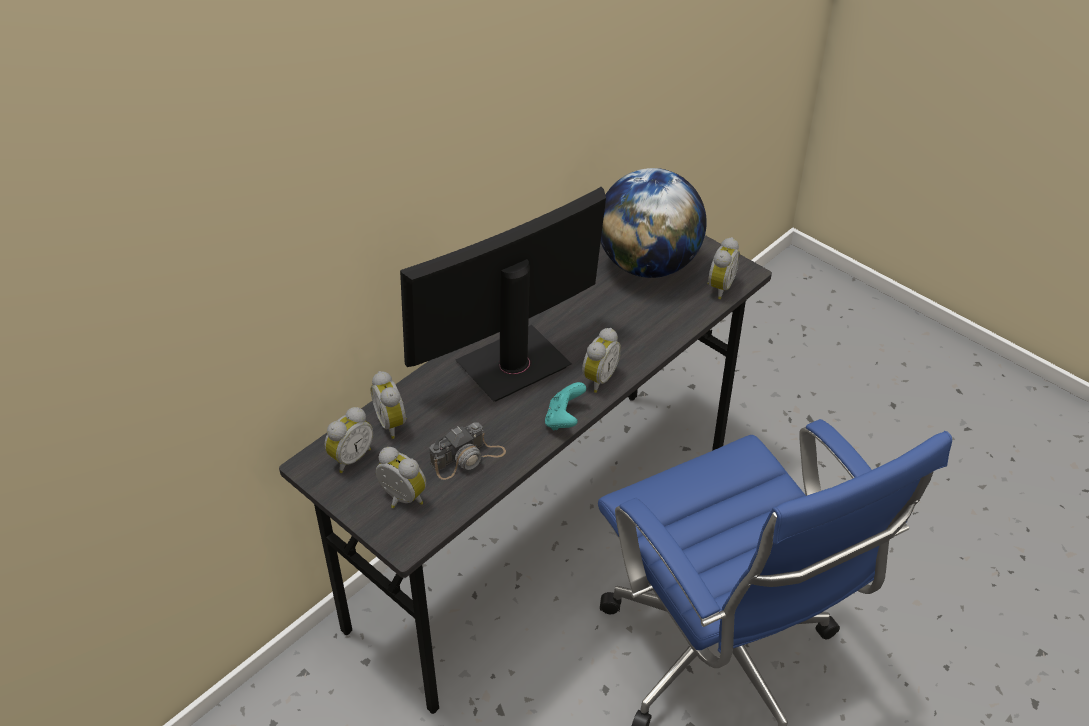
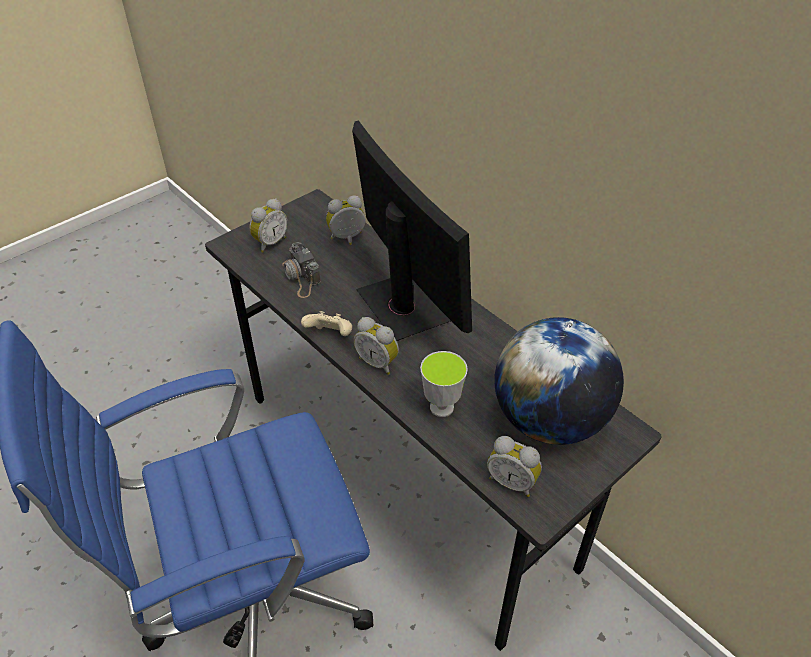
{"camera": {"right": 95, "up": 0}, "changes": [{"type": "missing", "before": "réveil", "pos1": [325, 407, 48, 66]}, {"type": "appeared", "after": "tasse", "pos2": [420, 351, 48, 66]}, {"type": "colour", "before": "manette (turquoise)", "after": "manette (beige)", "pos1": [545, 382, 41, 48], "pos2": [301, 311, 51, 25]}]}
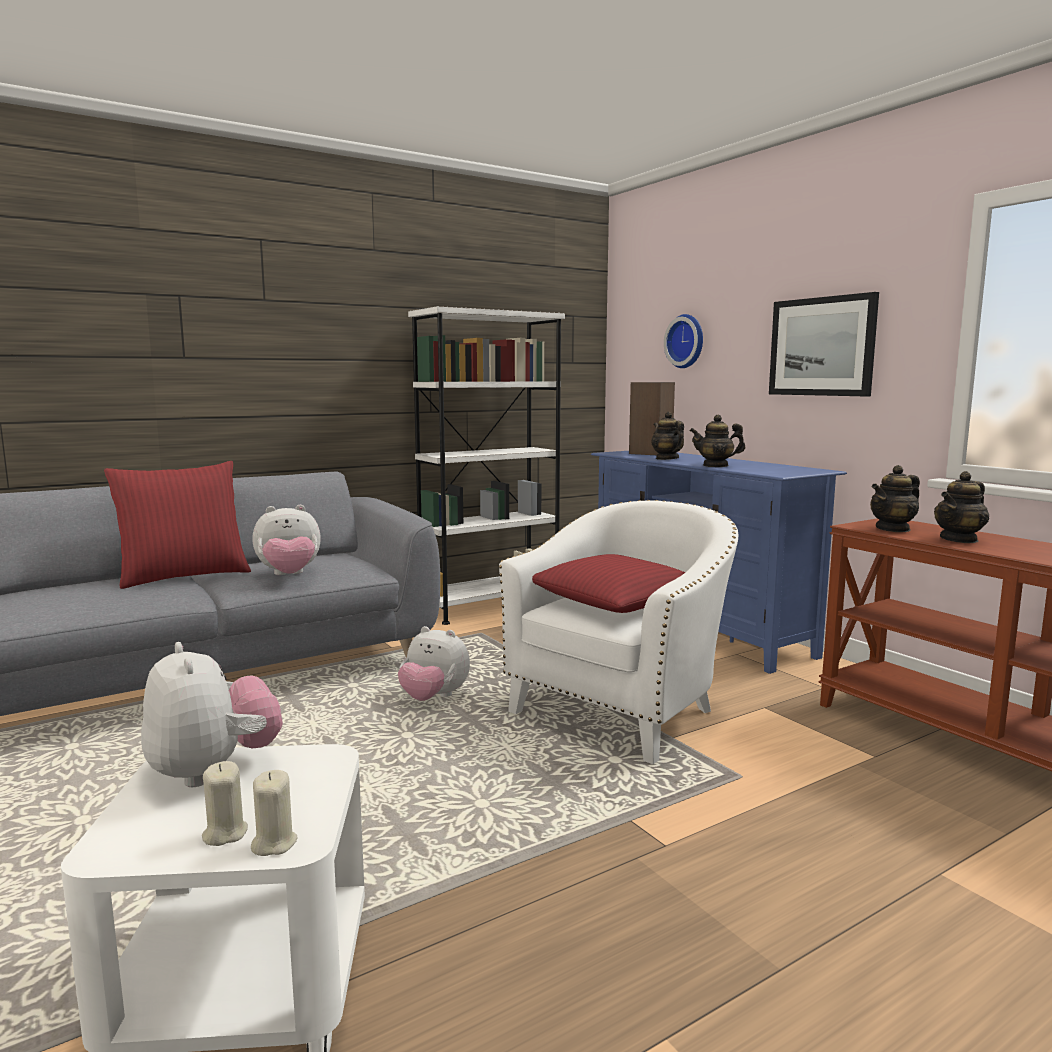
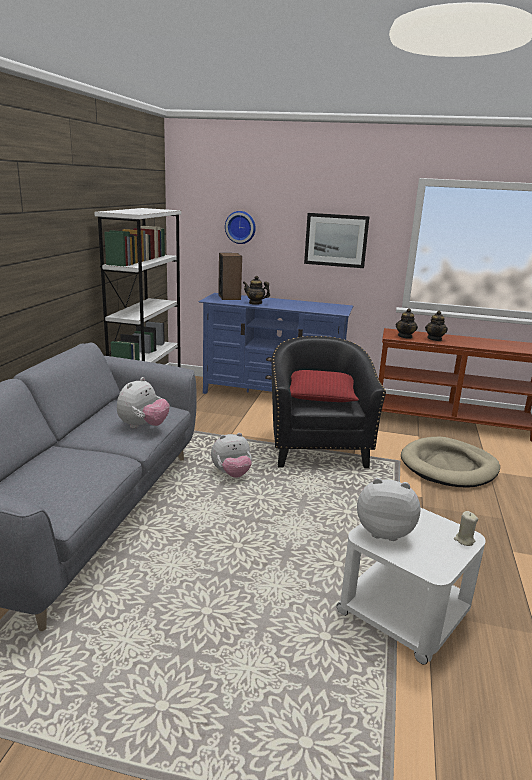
{"camera": {"right": -45, "up": 10}, "changes": [{"type": "missing", "before": "coussin (rouge)", "pos1": [104, 461, 147, 128]}, {"type": "missing", "before": "bougie (beige)", "pos1": [202, 761, 46, 85]}, {"type": "missing", "before": "théière", "pos1": [690, 415, 55, 52]}, {"type": "appeared", "after": "panier pour chien (beige)", "pos2": [401, 437, 99, 51]}, {"type": "colour", "before": "fauteuil (blanc)", "after": "fauteuil (noir)", "pos1": [499, 500, 239, 264], "pos2": [271, 336, 115, 132]}]}
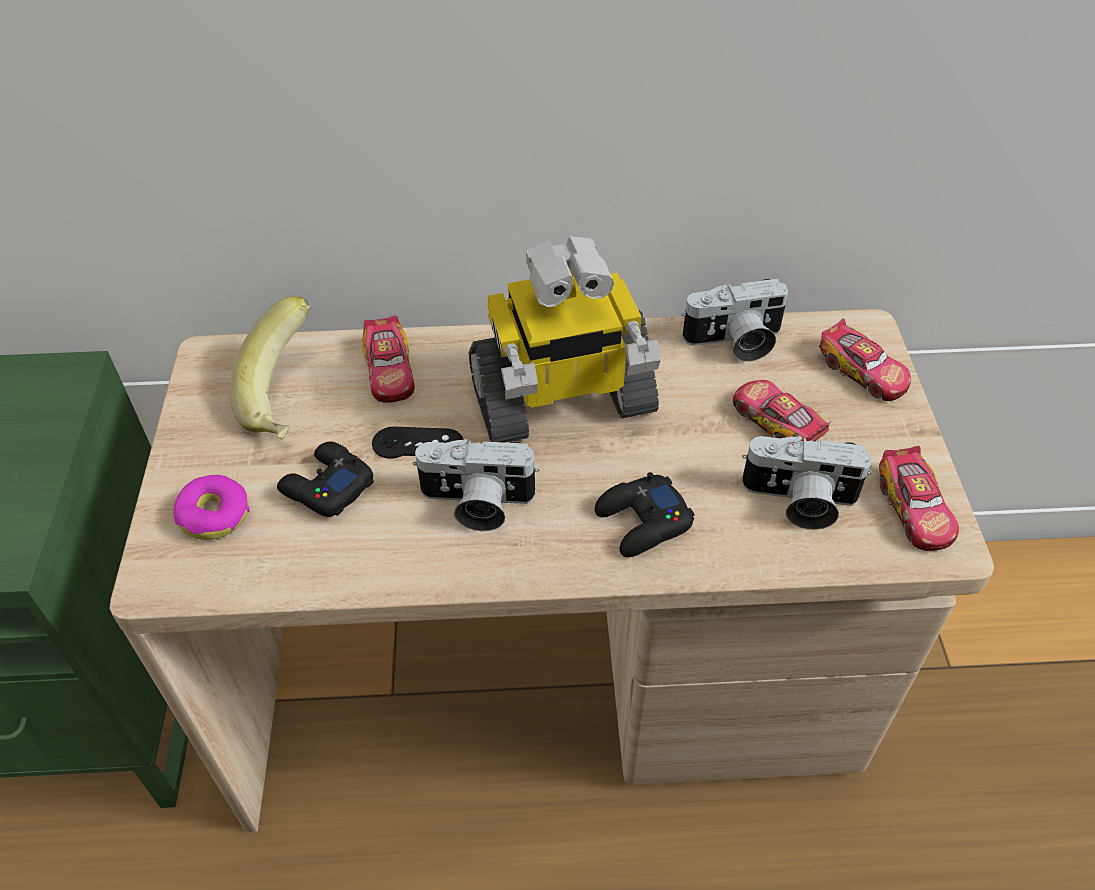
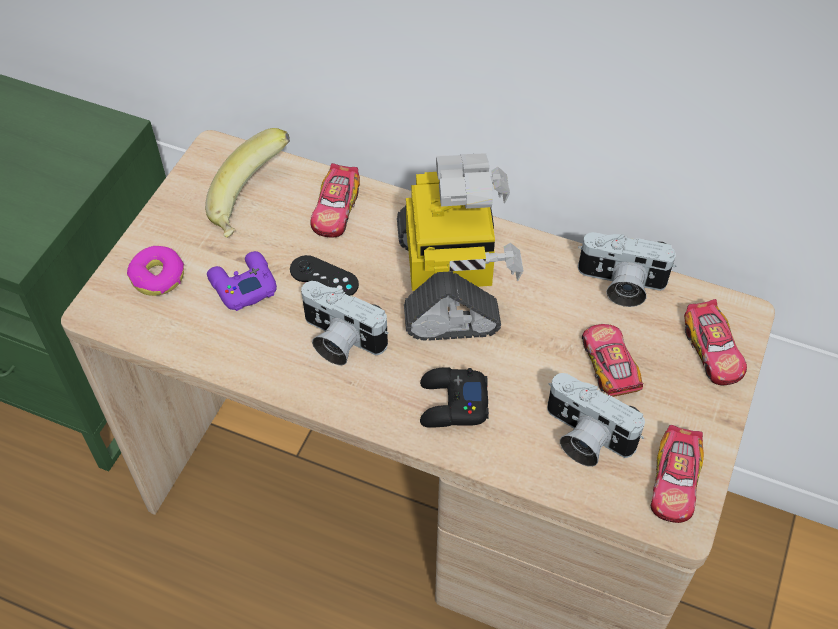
{"camera": {"right": 25, "up": 5}, "changes": [{"type": "colour", "before": "manette (noir)", "after": "manette (violet)", "pos1": [277, 441, 97, 76], "pos2": [207, 251, 70, 60]}, {"type": "spun", "before": "robot jouet", "pos1": [469, 236, 192, 207], "pos2": [397, 153, 126, 188], "turn": -105}]}
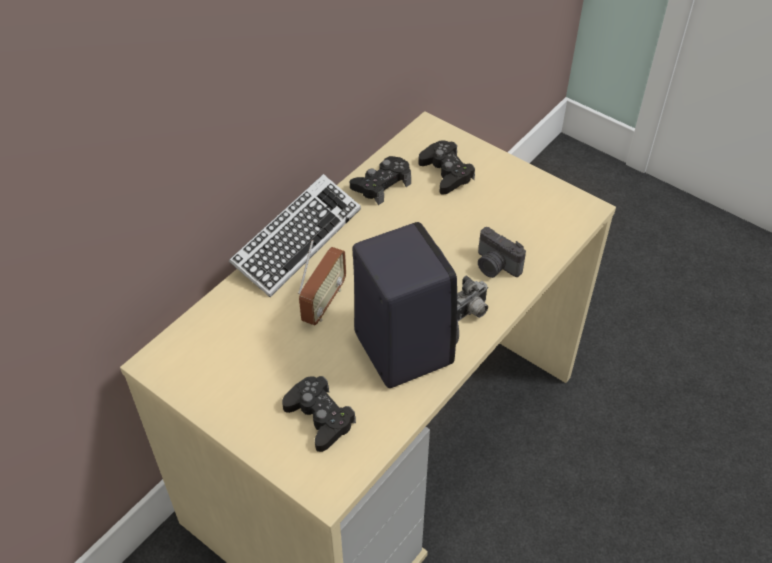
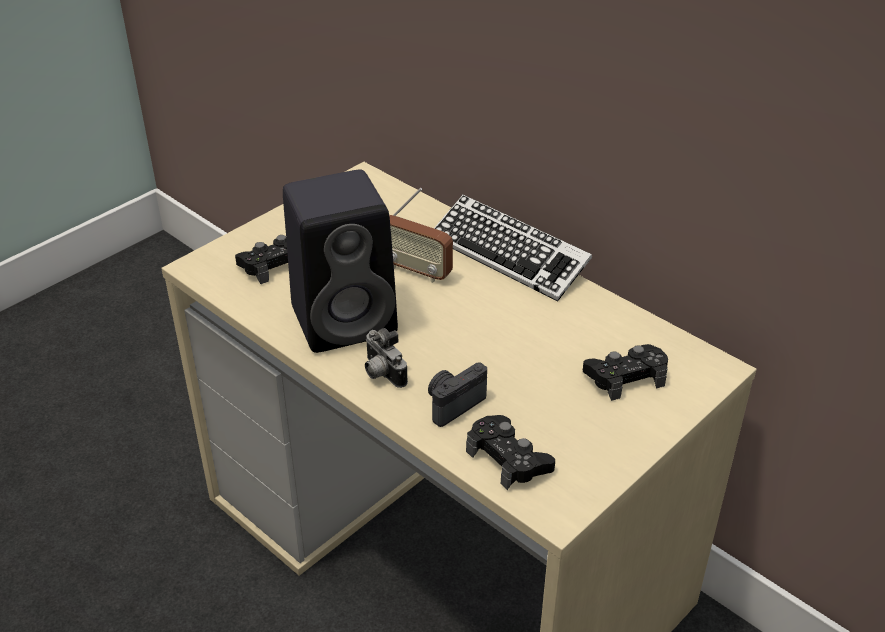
{"camera": {"right": 95, "up": -10}, "changes": [{"type": "relocated", "before": "manette (noir)", "pos1": [350, 156, 61, 49], "pos2": [466, 415, 89, 75]}]}
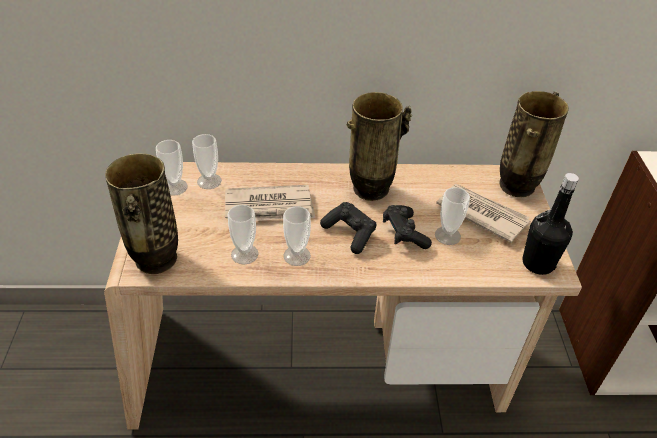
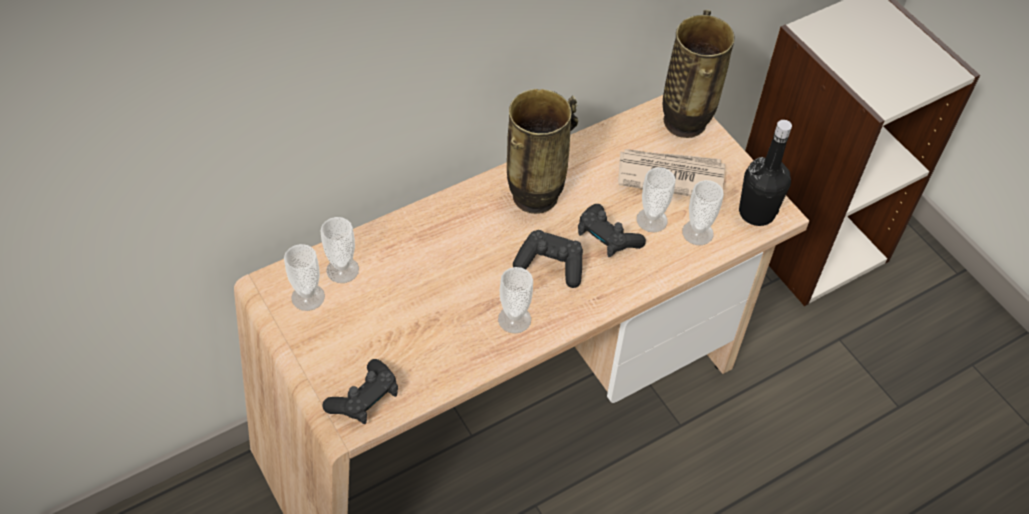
{"camera": {"right": -30, "up": 10}, "changes": [{"type": "missing", "before": "journal", "pos1": [225, 185, 90, 36]}, {"type": "relocated", "before": "tasse", "pos1": [228, 205, 30, 60], "pos2": [682, 180, 42, 65]}, {"type": "exchanged", "before": "vase", "after": "manette (noir)", "pos1": [105, 153, 73, 121], "pos2": [322, 359, 76, 65]}]}
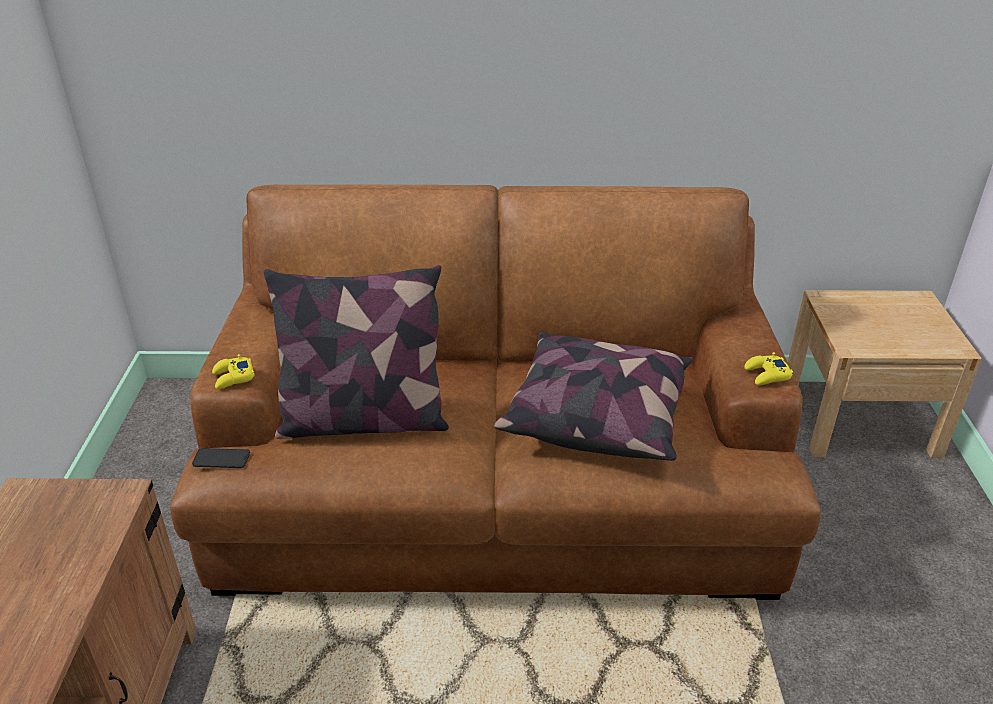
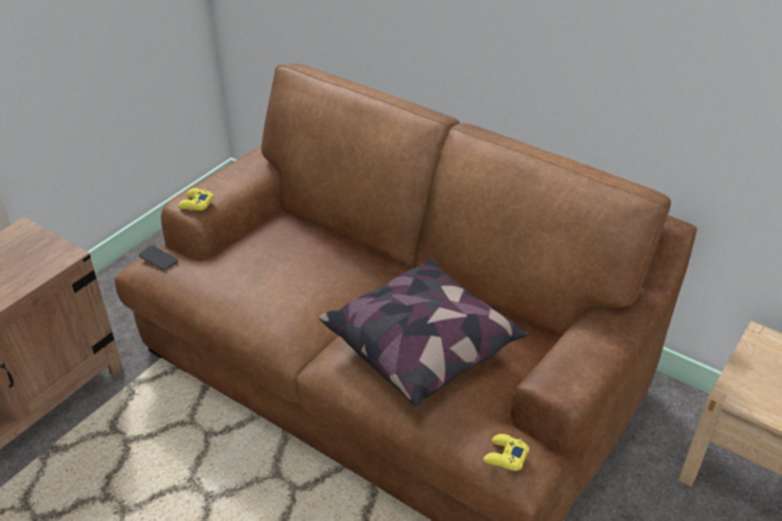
{"camera": {"right": 35, "up": 5}, "changes": [{"type": "missing", "before": "coussin", "pos1": [264, 265, 185, 174]}, {"type": "relocated", "before": "manette (jaune)", "pos1": [744, 352, 49, 33], "pos2": [483, 434, 46, 37]}]}
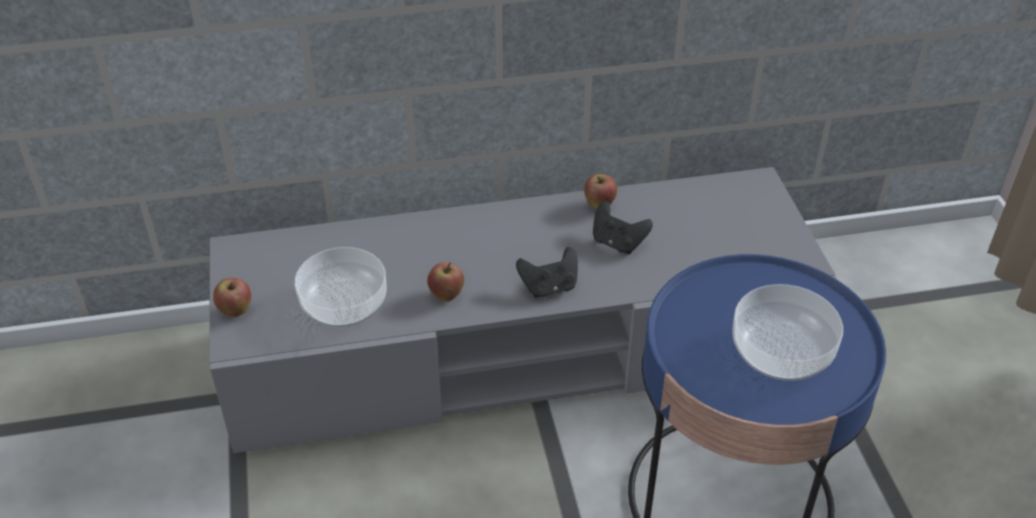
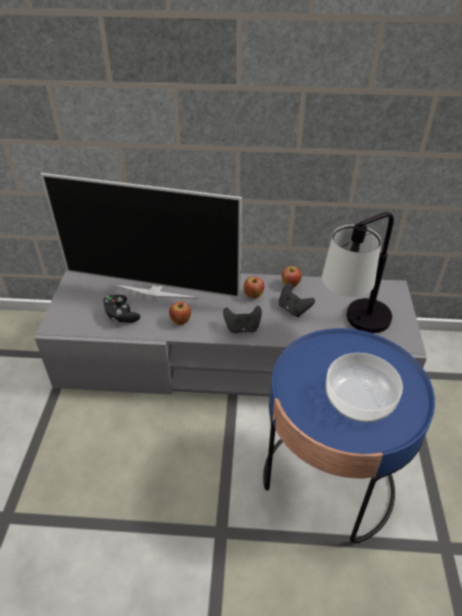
{"camera": {"right": 15, "up": 0}, "changes": [{"type": "appeared", "after": "téléviseur", "pos2": [40, 173, 202, 126]}, {"type": "appeared", "after": "lampe de table", "pos2": [322, 212, 72, 121]}, {"type": "relocated", "before": "pomme", "pos1": [213, 278, 38, 39], "pos2": [244, 276, 20, 23]}, {"type": "exchanged", "before": "bol", "after": "manette (noir)", "pos1": [295, 247, 91, 80], "pos2": [103, 295, 37, 28]}]}
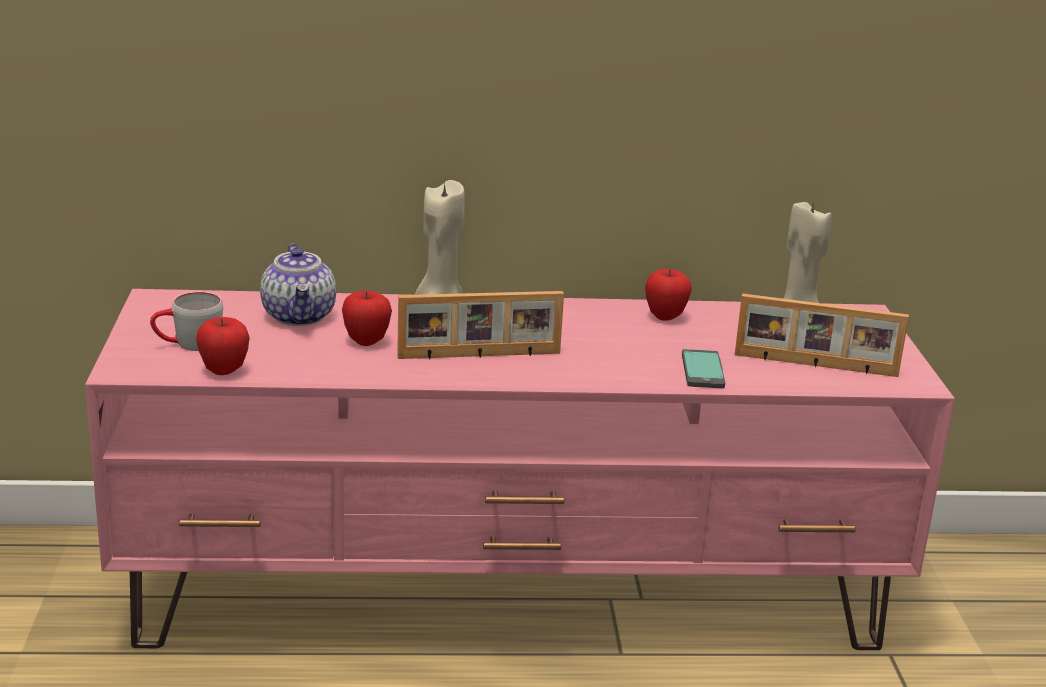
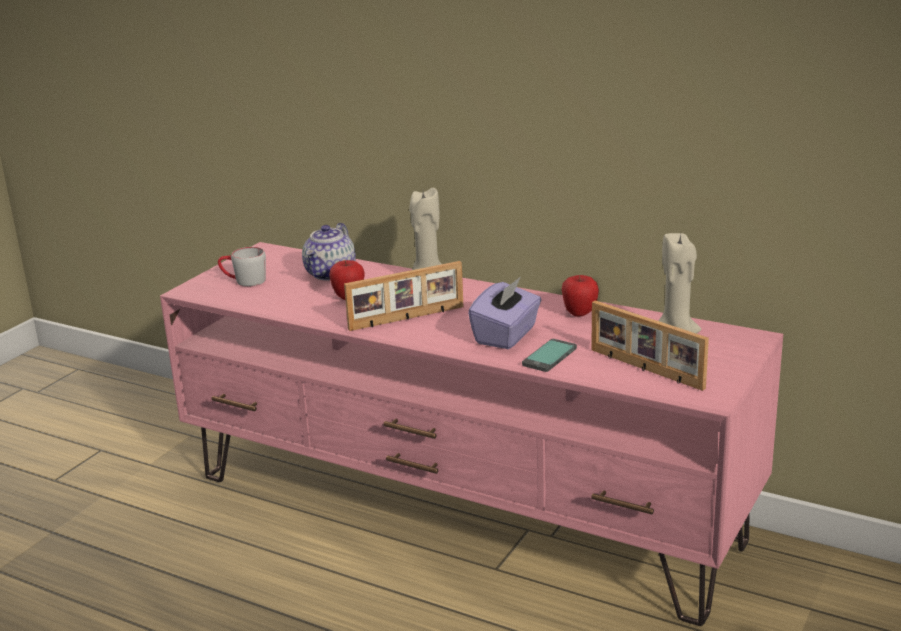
{"camera": {"right": 35, "up": 0}, "changes": [{"type": "missing", "before": "pomme", "pos1": [196, 317, 54, 58]}, {"type": "appeared", "after": "boîte à mouchoirs (violet)", "pos2": [468, 278, 74, 71]}, {"type": "spun", "before": "cadre photo", "pos1": [397, 291, 167, 68], "pos2": [344, 261, 120, 70], "turn": -45}]}
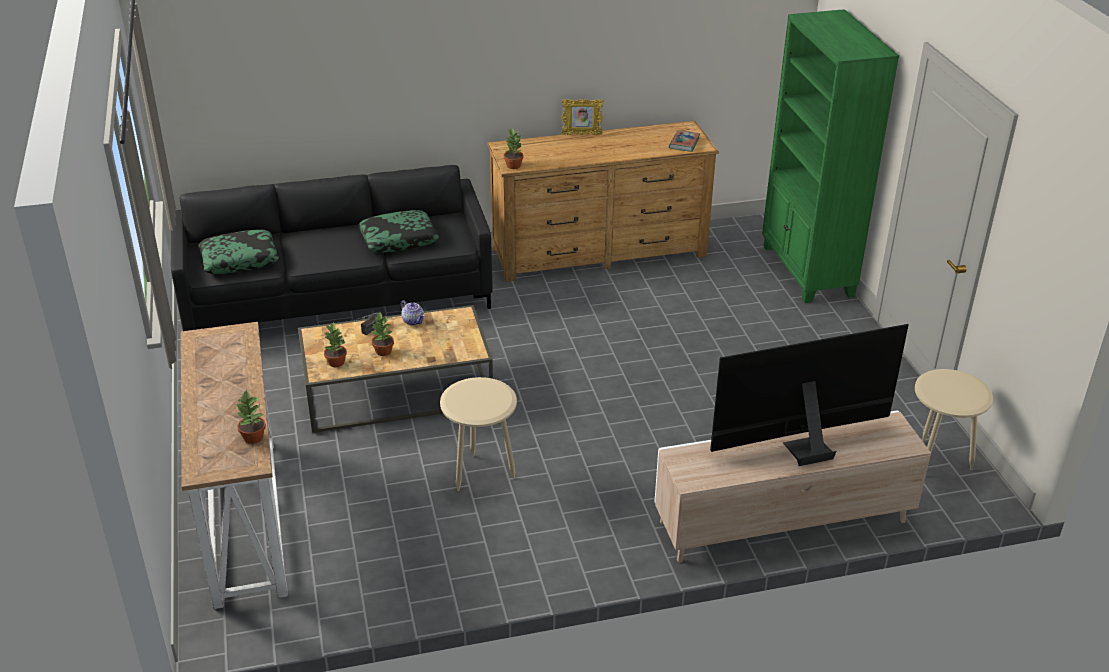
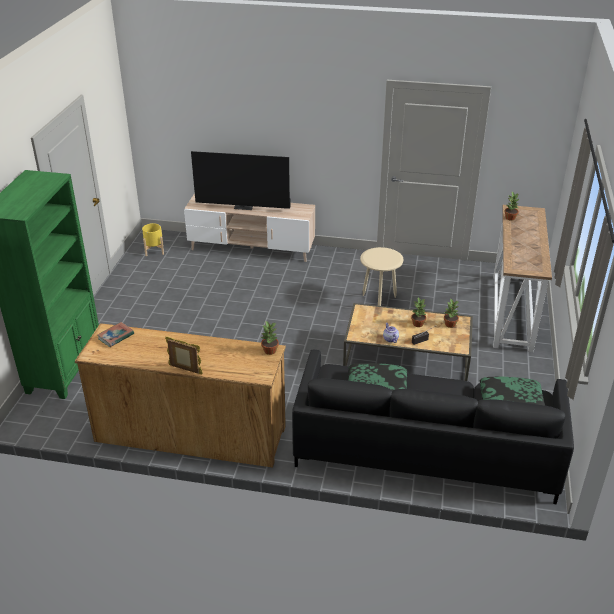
{"camera": {"right": -155, "up": 0}, "changes": [{"type": "exchanged", "before": "table d'appoint (beige)", "after": "cache-pot (jaune)", "pos1": [915, 369, 78, 101], "pos2": [142, 223, 22, 33]}]}
